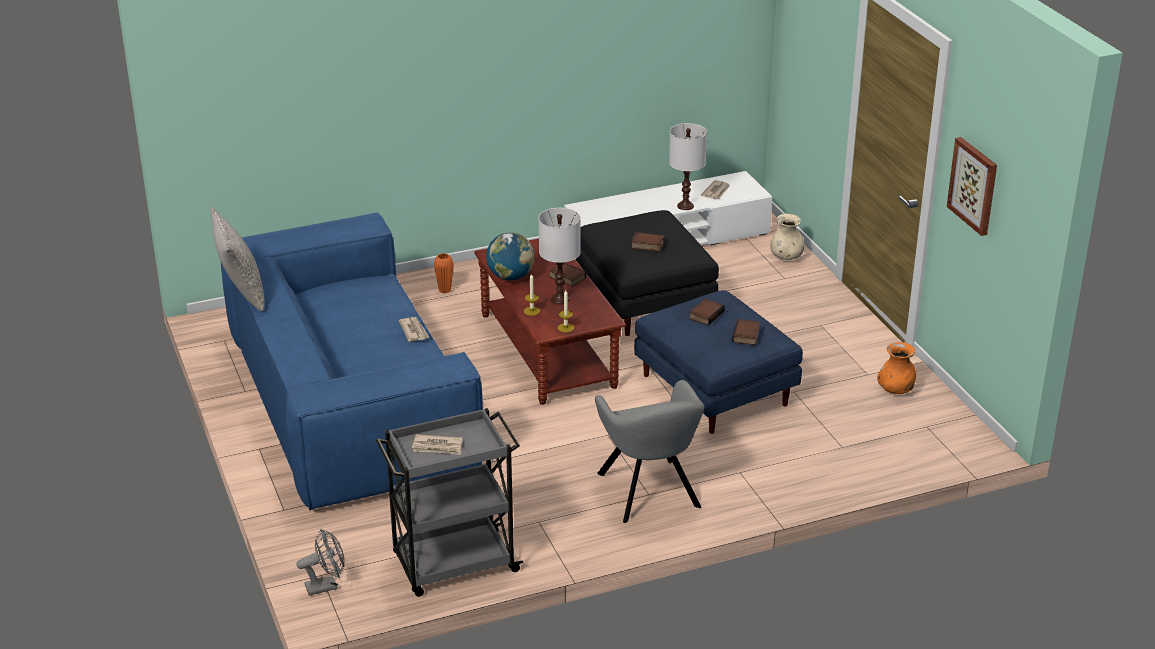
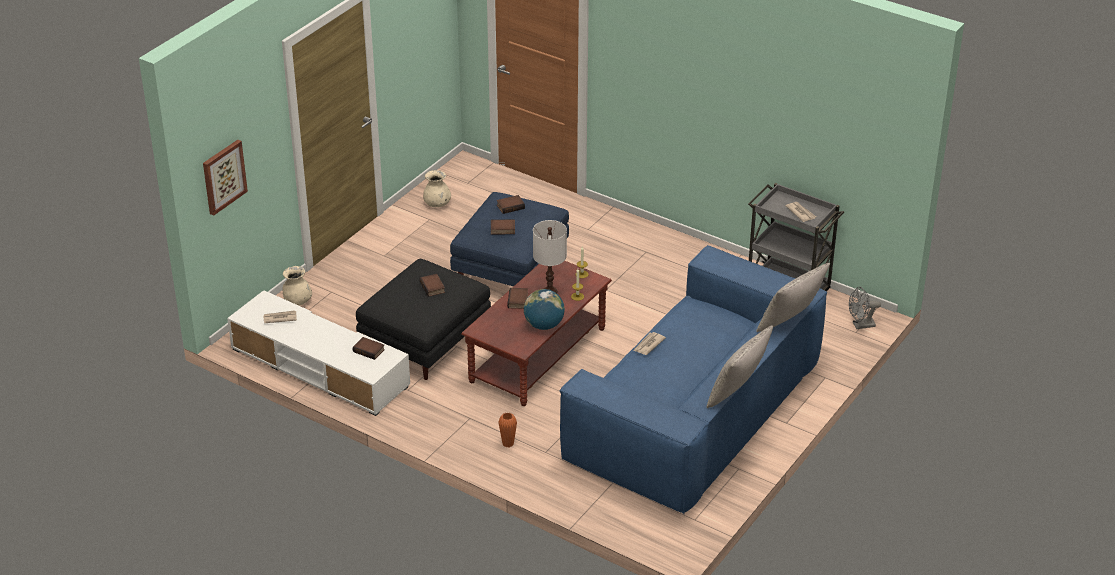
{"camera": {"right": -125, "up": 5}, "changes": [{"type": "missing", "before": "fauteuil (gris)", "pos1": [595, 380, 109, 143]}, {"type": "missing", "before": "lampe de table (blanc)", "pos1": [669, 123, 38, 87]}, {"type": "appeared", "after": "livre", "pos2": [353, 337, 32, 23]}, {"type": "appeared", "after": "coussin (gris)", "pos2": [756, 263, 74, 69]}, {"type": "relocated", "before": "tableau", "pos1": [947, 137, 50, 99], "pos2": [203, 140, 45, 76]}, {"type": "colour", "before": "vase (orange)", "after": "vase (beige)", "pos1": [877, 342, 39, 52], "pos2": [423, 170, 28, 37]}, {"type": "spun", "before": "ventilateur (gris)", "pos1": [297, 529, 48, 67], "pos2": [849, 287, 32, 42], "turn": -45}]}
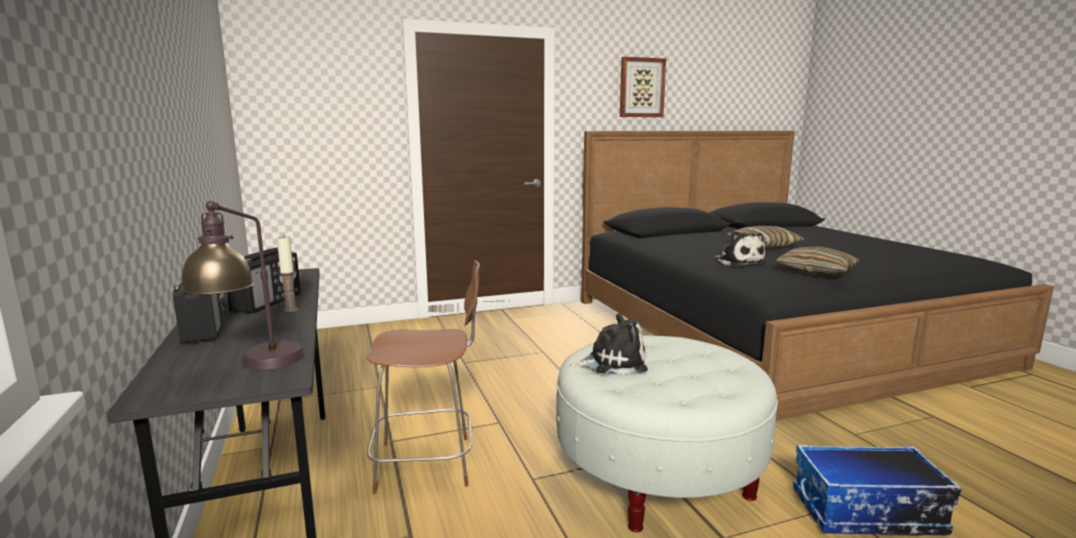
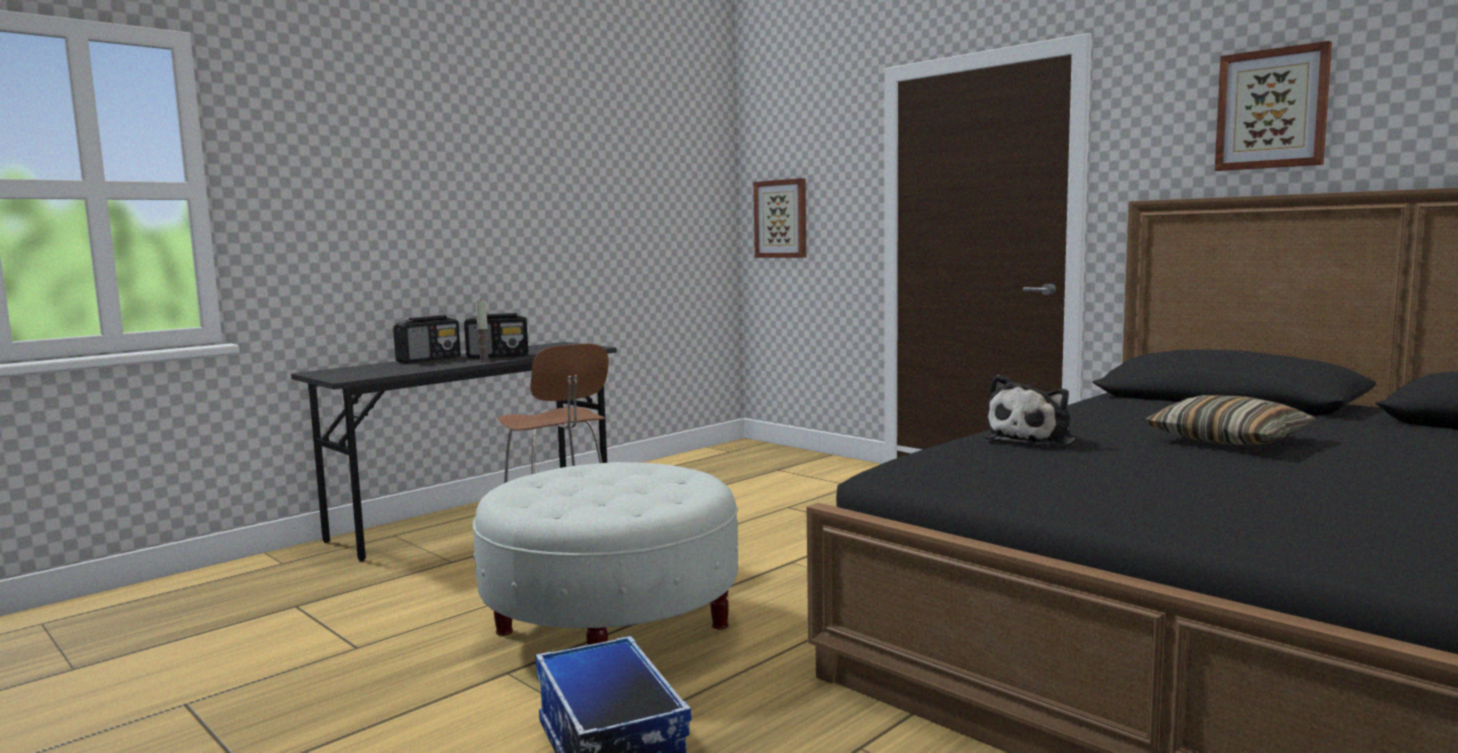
{"camera": {"right": 65, "up": -5}, "changes": [{"type": "missing", "before": "lampe de table", "pos1": [180, 201, 125, 169]}, {"type": "missing", "before": "peluche", "pos1": [569, 313, 79, 62]}, {"type": "missing", "before": "coussin", "pos1": [776, 247, 84, 28]}, {"type": "appeared", "after": "tableau", "pos2": [753, 178, 53, 80]}]}
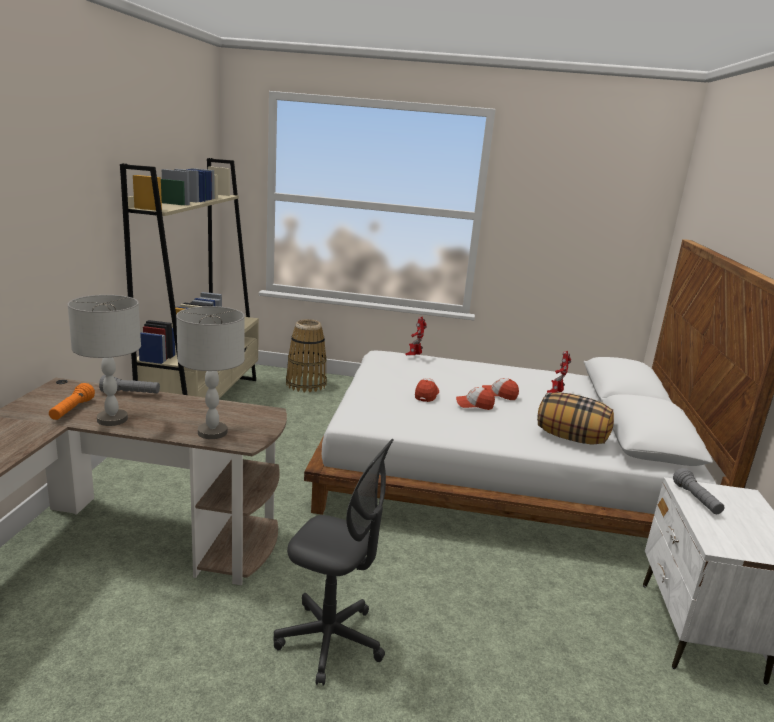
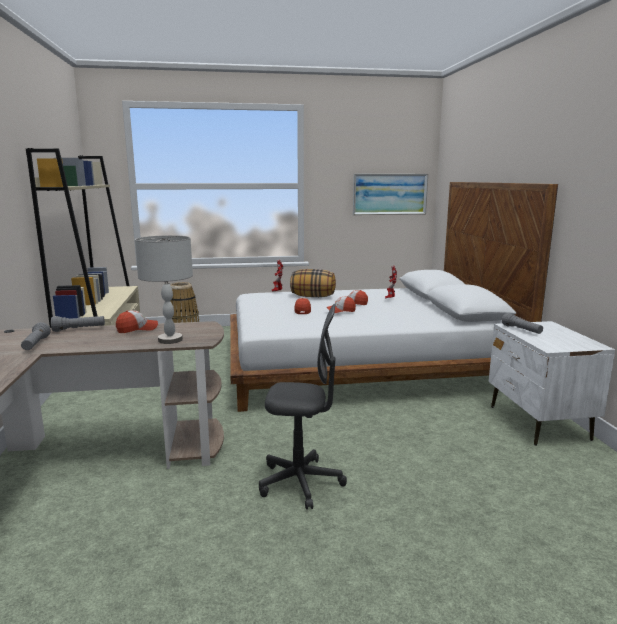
{"camera": {"right": -15, "up": -5}, "changes": [{"type": "missing", "before": "lampe de table (gris)", "pos1": [68, 295, 73, 131]}, {"type": "appeared", "after": "casquette", "pos2": [116, 310, 42, 23]}, {"type": "appeared", "after": "tableau", "pos2": [353, 174, 75, 41]}, {"type": "relocated", "before": "coussin", "pos1": [537, 392, 77, 53], "pos2": [290, 269, 46, 28]}, {"type": "colour", "before": "lampe de poche (orange)", "after": "lampe de poche (gris)", "pos1": [49, 383, 46, 37], "pos2": [21, 322, 30, 28]}]}
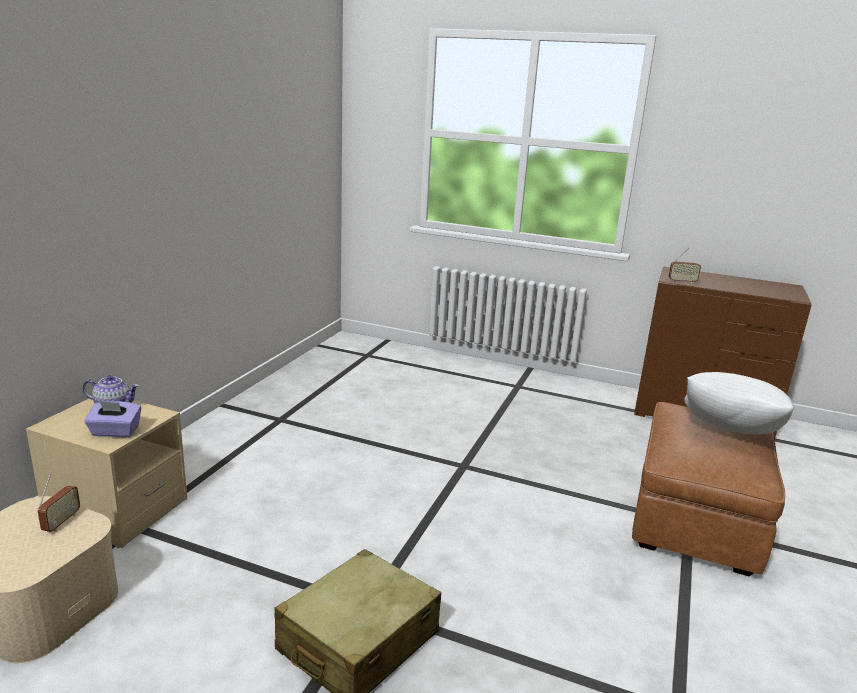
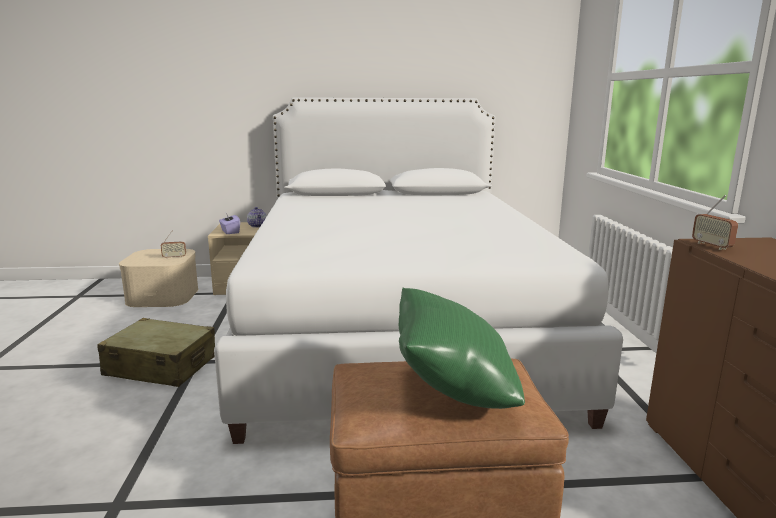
{"camera": {"right": 65, "up": -5}, "changes": [{"type": "appeared", "after": "lit (blanc)", "pos2": [214, 97, 409, 347]}, {"type": "colour", "before": "coussin (blanc)", "after": "coussin (vert)", "pos1": [684, 372, 110, 62], "pos2": [399, 288, 126, 121]}]}
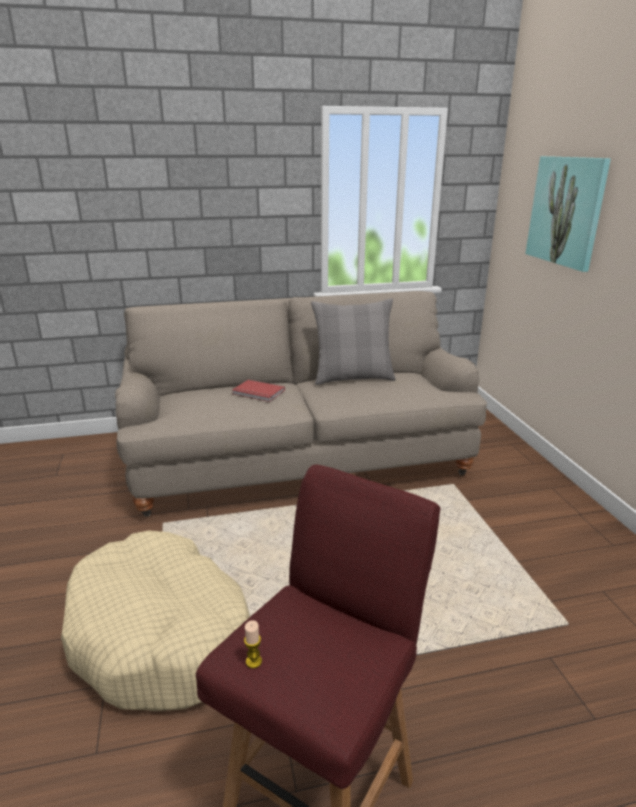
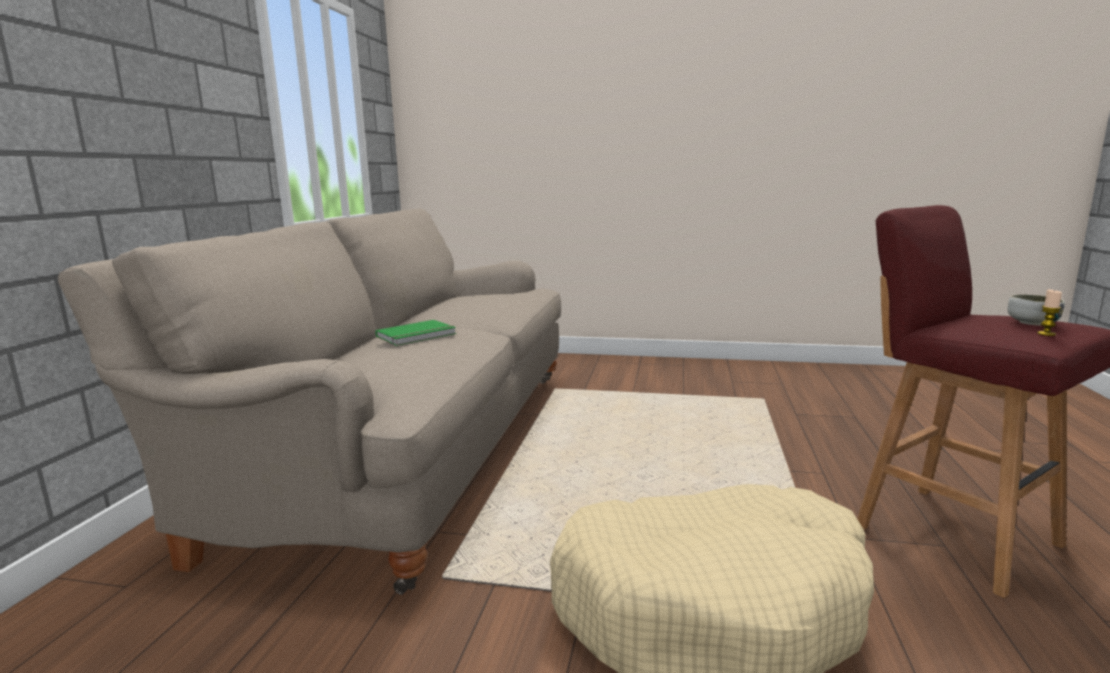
{"camera": {"right": -65, "up": -10}, "changes": [{"type": "missing", "before": "coussin (gris)", "pos1": [311, 298, 85, 87]}, {"type": "missing", "before": "tableau", "pos1": [525, 156, 86, 116]}, {"type": "appeared", "after": "bol", "pos2": [1007, 294, 58, 32]}, {"type": "colour", "before": "livre (rouge)", "after": "livre (vert)", "pos1": [232, 380, 53, 22], "pos2": [375, 320, 81, 26]}]}
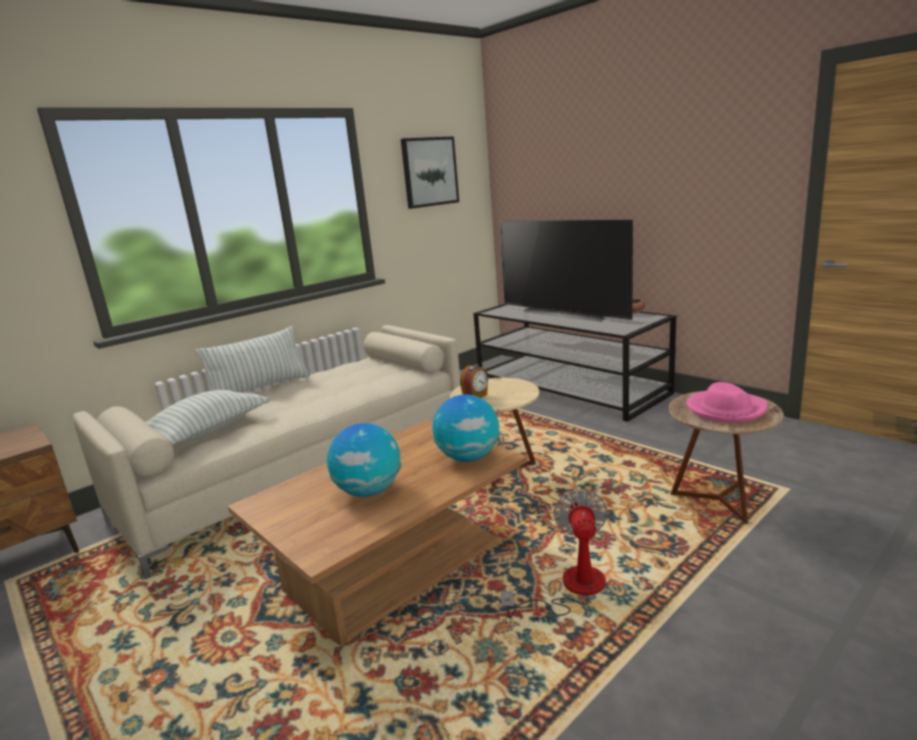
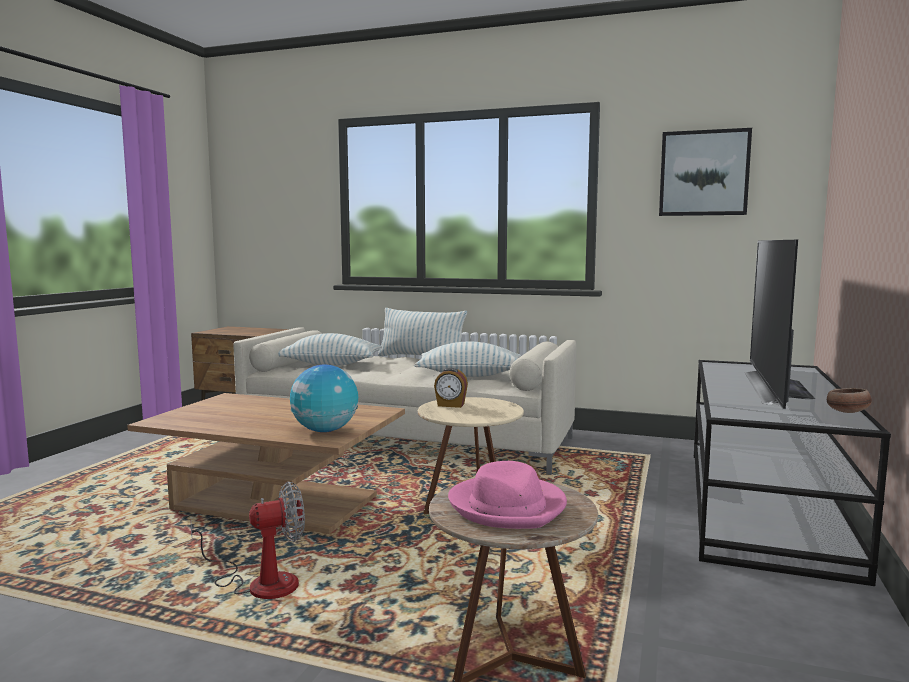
{"camera": {"right": 60, "up": -10}, "changes": [{"type": "missing", "before": "globe", "pos1": [327, 423, 74, 74]}, {"type": "appeared", "after": "coussin", "pos2": [414, 342, 107, 35]}]}
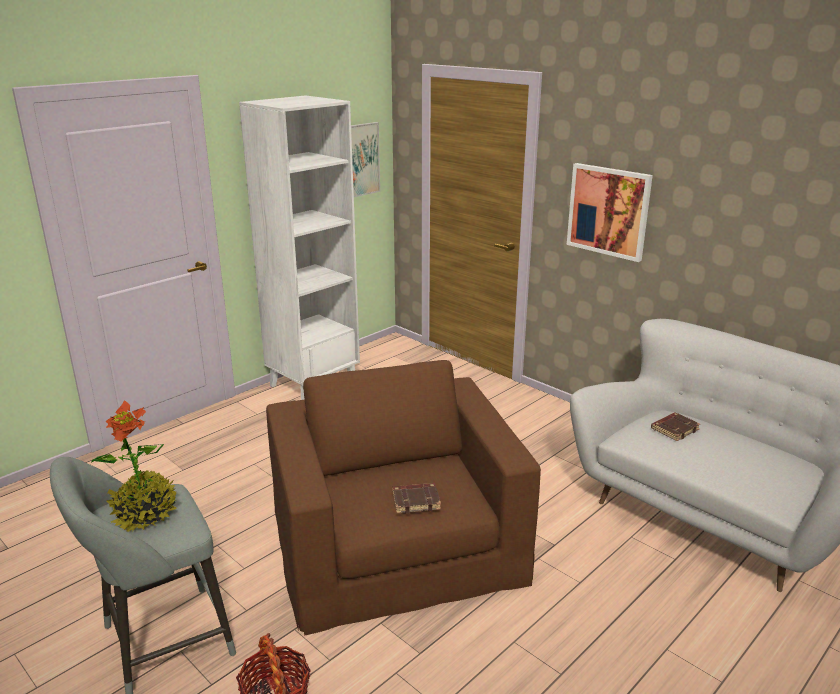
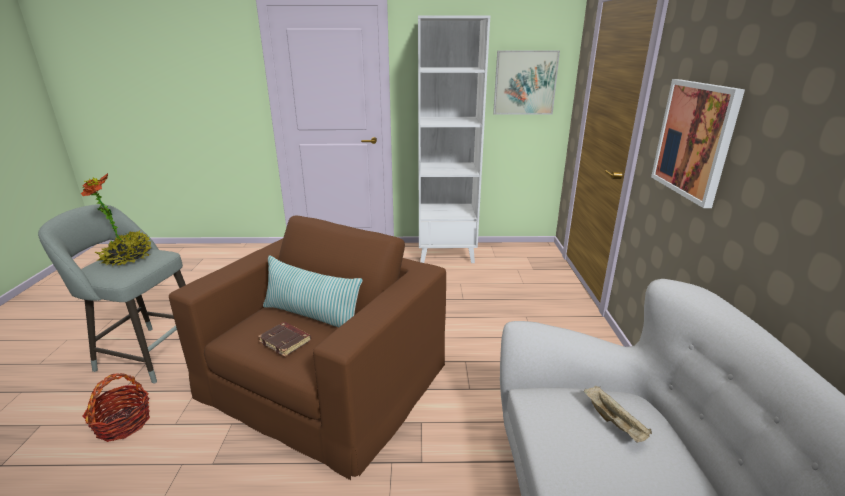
{"camera": {"right": 45, "up": 0}, "changes": [{"type": "appeared", "after": "coussin", "pos2": [263, 256, 100, 71]}, {"type": "exchanged", "before": "livre (marron)", "after": "plateau (beige)", "pos1": [651, 412, 49, 29], "pos2": [583, 386, 69, 56]}]}
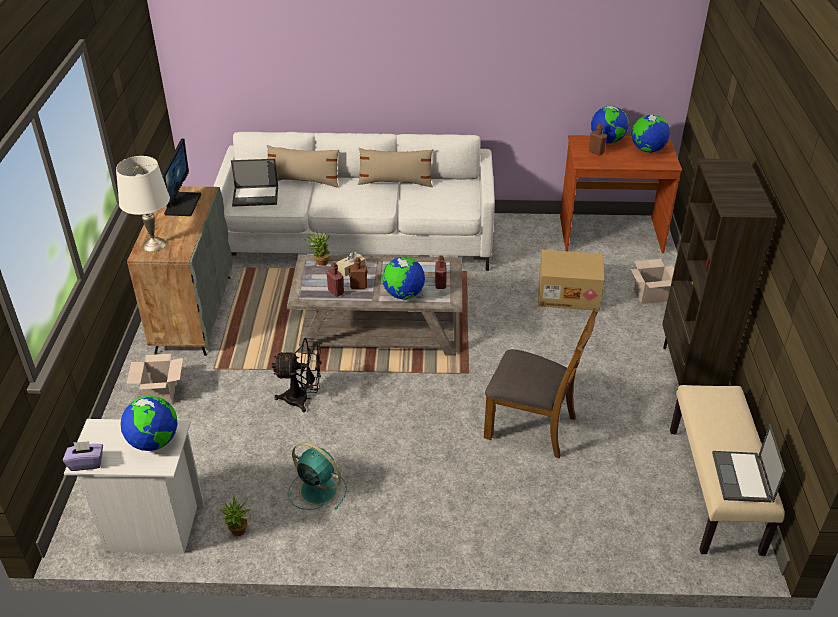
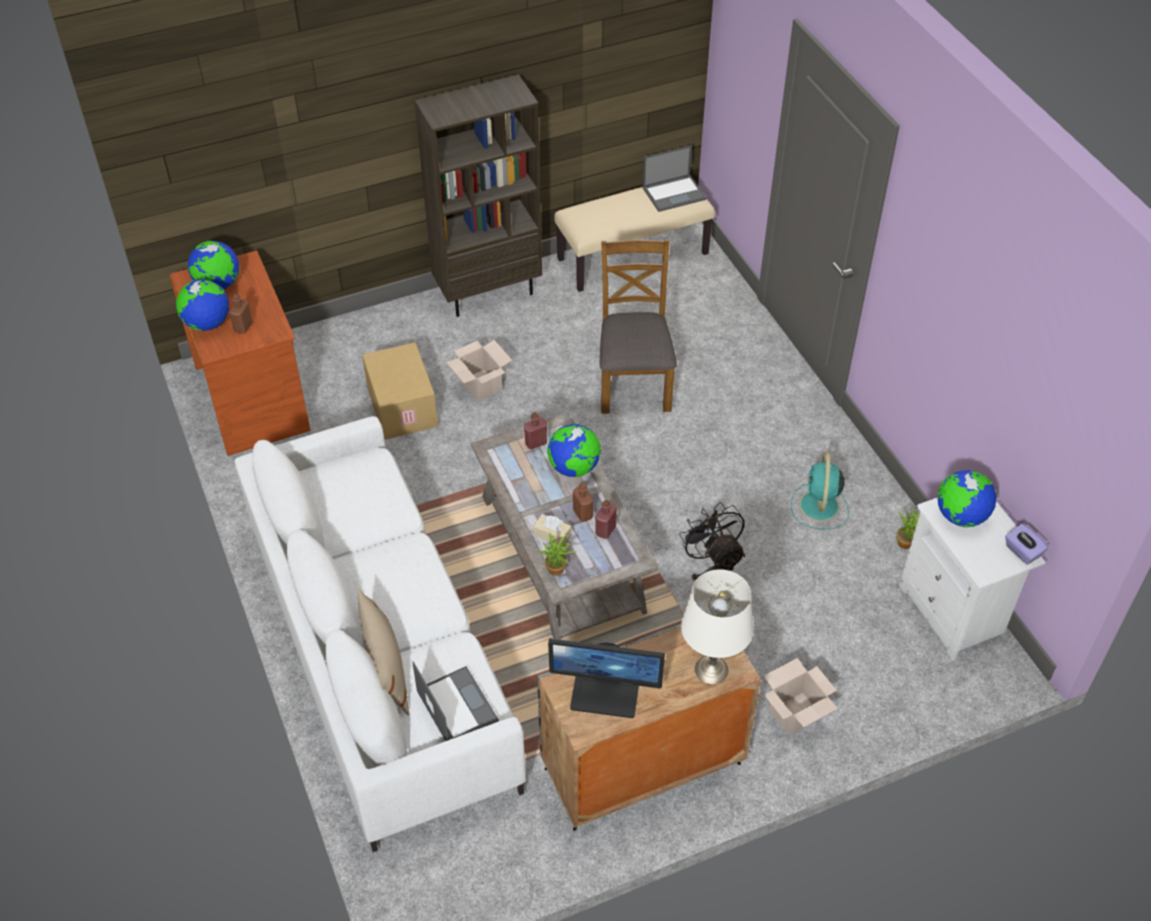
{"camera": {"right": -115, "up": 10}, "changes": [{"type": "missing", "before": "coussin (beige)", "pos1": [358, 148, 75, 39]}, {"type": "relocated", "before": "carton", "pos1": [631, 259, 43, 45], "pos2": [446, 340, 66, 61]}, {"type": "spun", "before": "écran d'ordinateur", "pos1": [161, 138, 40, 78], "pos2": [548, 638, 117, 80], "turn": -150}]}
